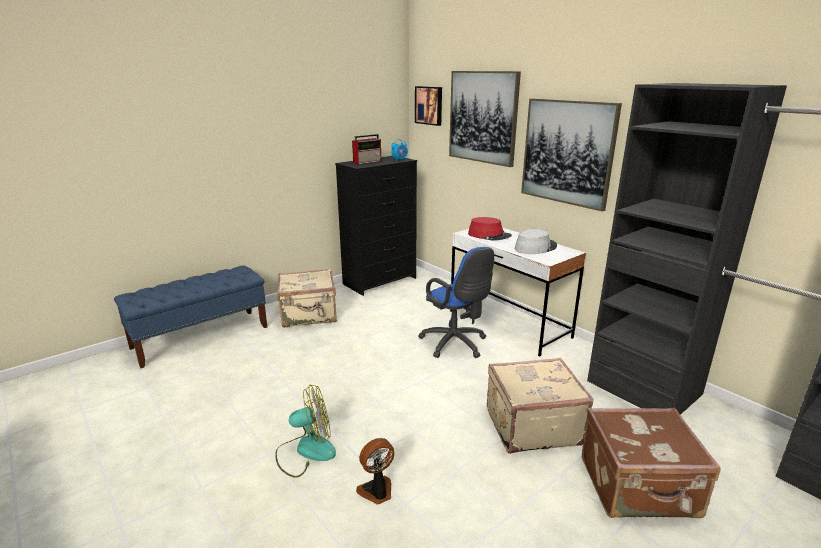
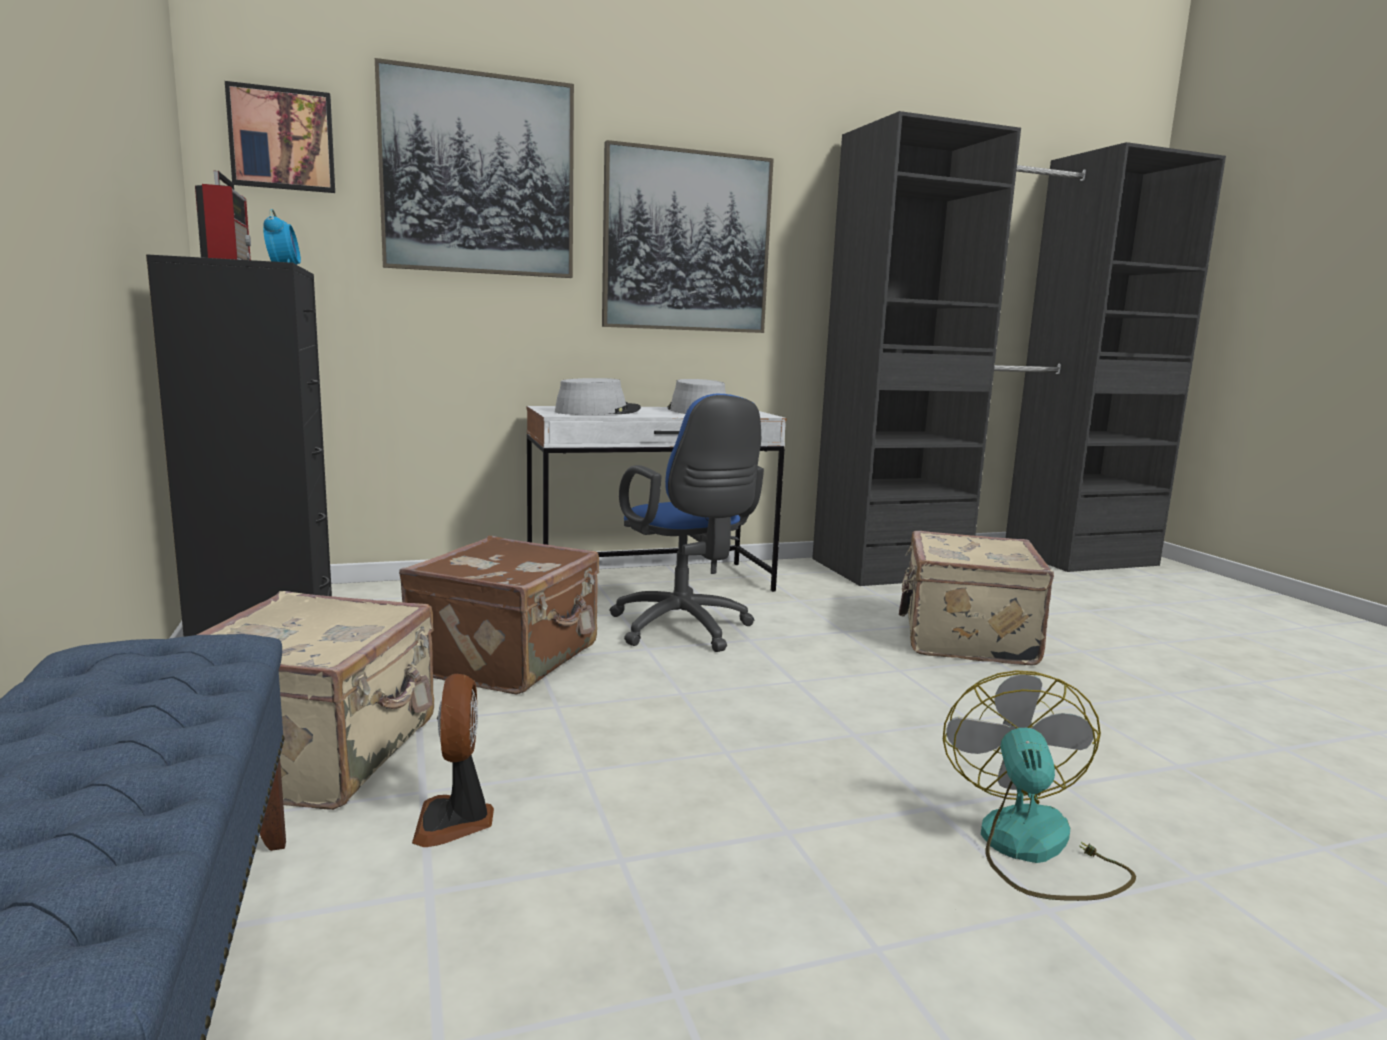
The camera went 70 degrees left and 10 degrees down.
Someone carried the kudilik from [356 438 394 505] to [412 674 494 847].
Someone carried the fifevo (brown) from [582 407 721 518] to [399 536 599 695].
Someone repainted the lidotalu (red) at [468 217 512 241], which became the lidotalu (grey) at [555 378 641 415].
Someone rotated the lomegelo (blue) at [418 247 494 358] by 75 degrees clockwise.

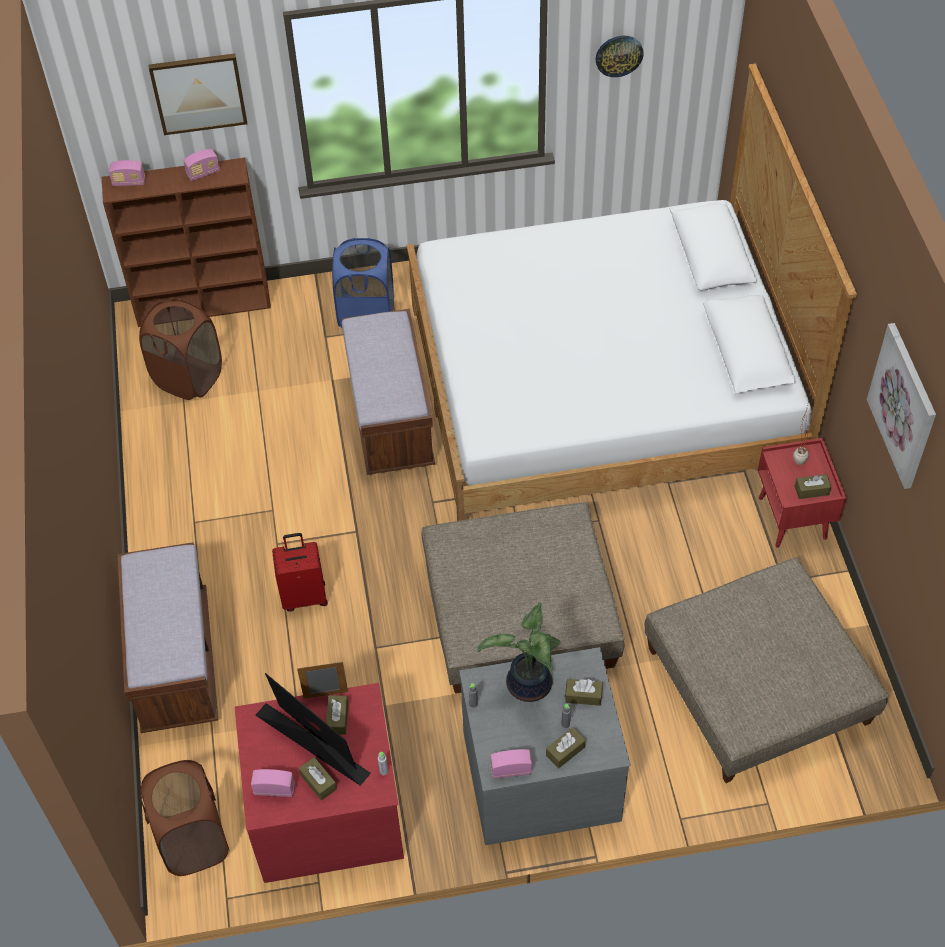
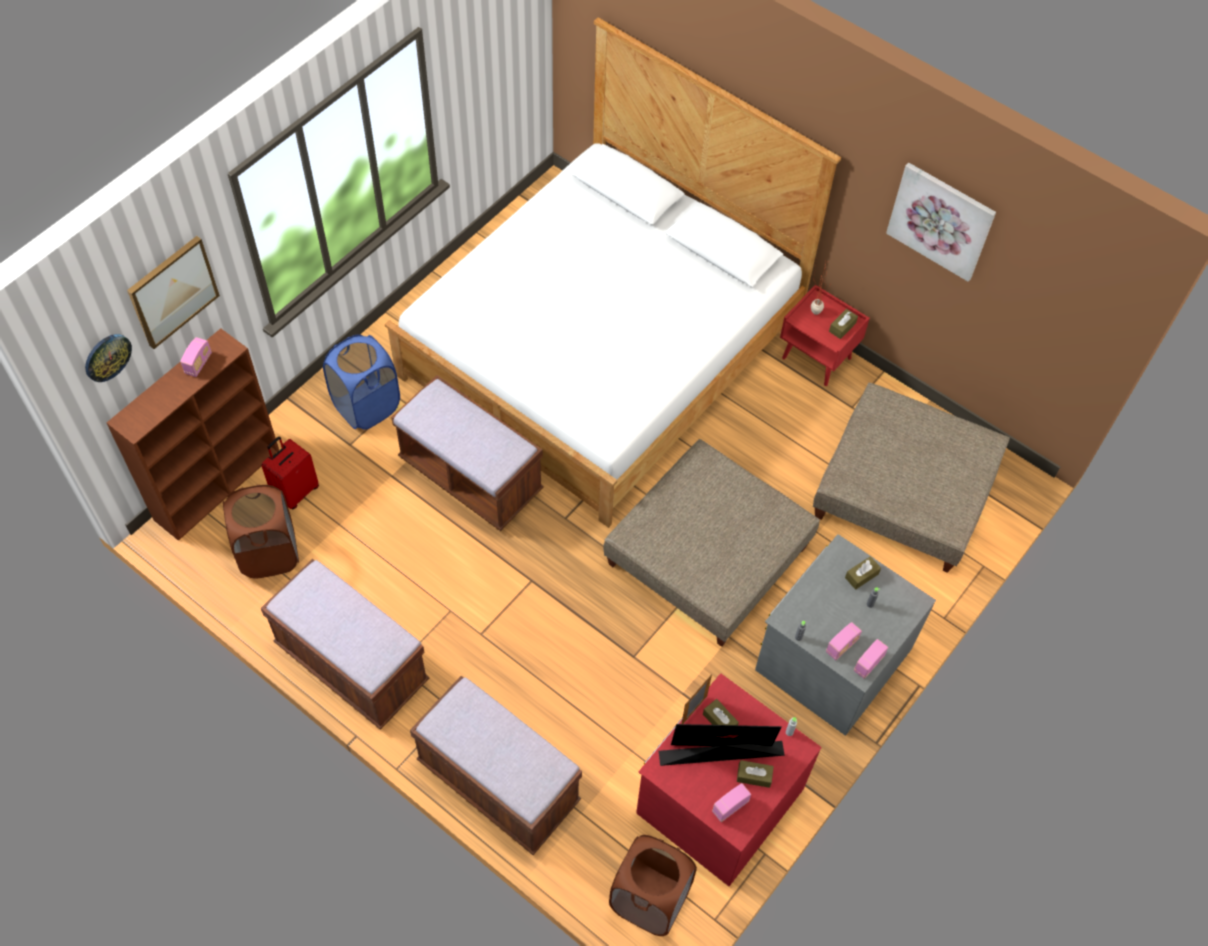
The camera went 45 degrees left and 5 degrees up.
Someone took away the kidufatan at [477 602 560 702].
Someone took away the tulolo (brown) at [546 727 586 768].
Someone put down the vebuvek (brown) at [261 559 429 730].
Someone carried the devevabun from [109 160 145 186] to [826 622 862 660].
Someone carried the fifevo (red) from [272 533 328 611] to [261 436 319 509].
Someone carried the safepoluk from [596 36 644 77] to [85 334 132 382].

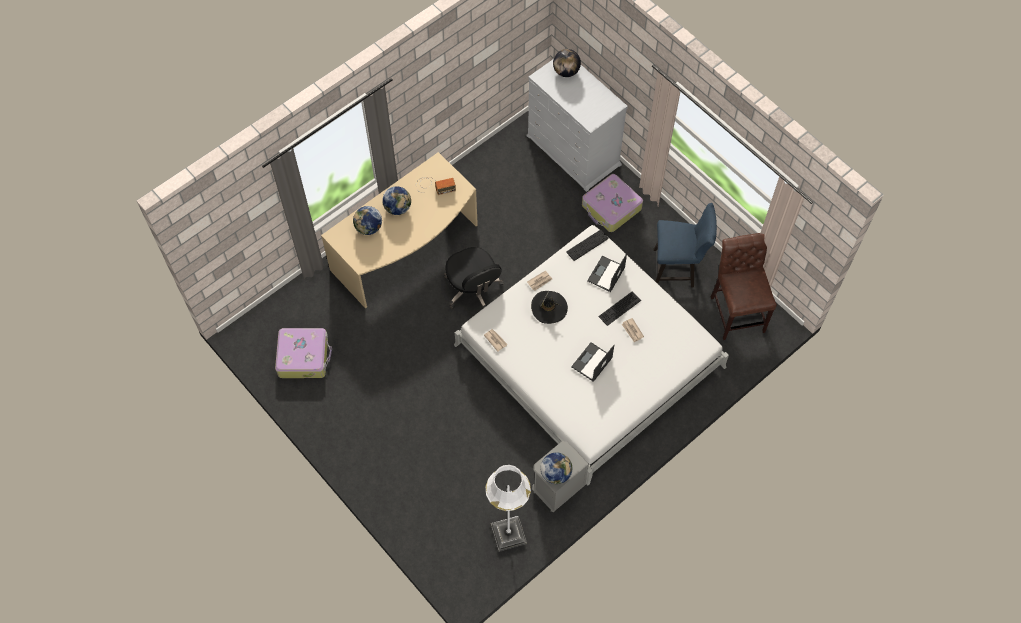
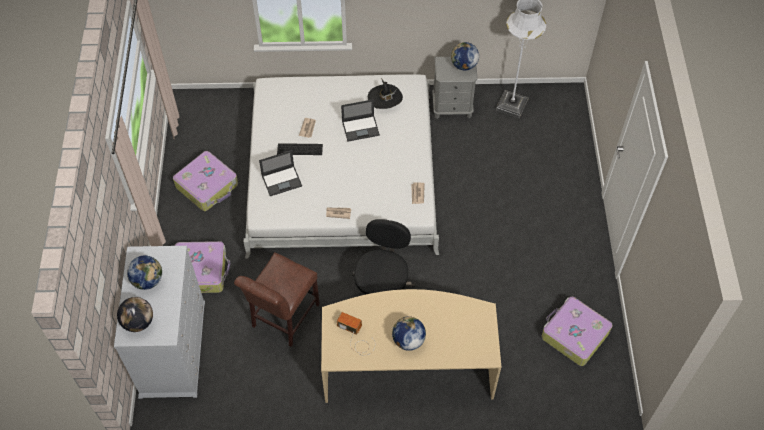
The camera went 140 degrees left and 5 degrees down.
Someone took away the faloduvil at [566 230 609 261].
Someone carried the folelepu from [353 206 382 235] to [127 256 162 290].
Someone carried the lidotalu (black) from [531 291 568 324] to [368 79 403 109].
Someone carried the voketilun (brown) from [711 233 777 340] to [234 252 320 347].
Someone swapped the voketilun (blue) at [654 203 717 287] for the fifevo at [173 151 238 211].

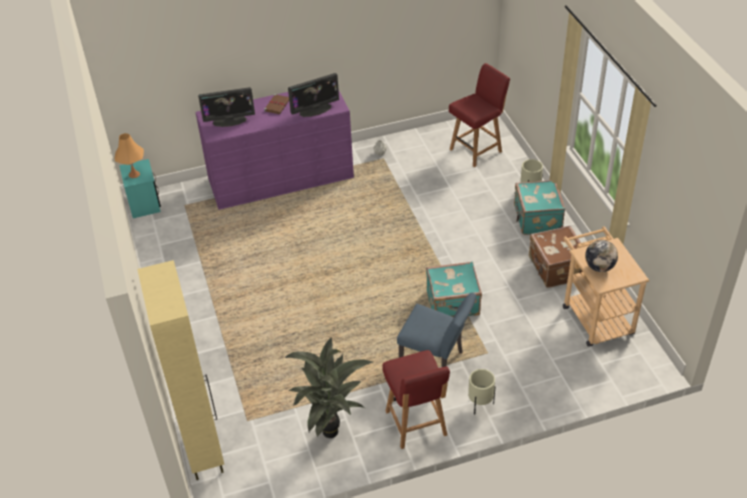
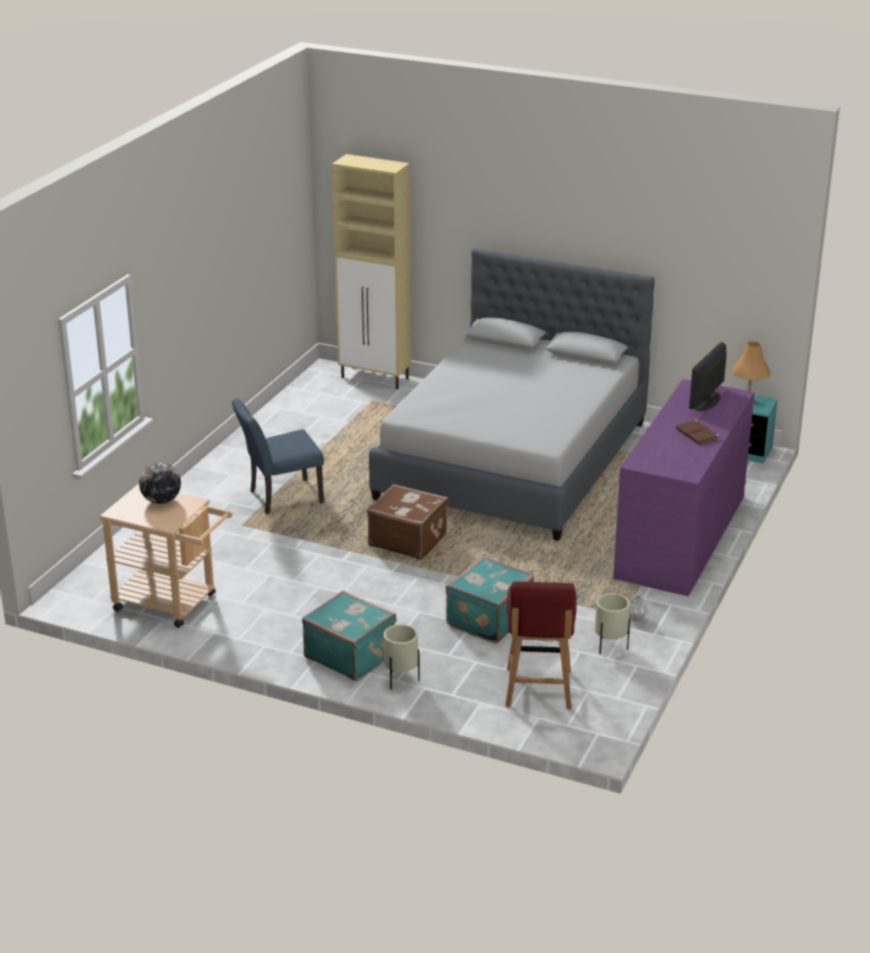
The camera went 130 degrees right and 15 degrees down.
Someone took away the kidufatan at [285 337 373 438].
Someone took away the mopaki at [288 73 339 117].
Someone took away the voketilun (red) at [382 350 450 449].
Someone put down the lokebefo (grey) at [369 248 655 541].
Someone carried the fifevo (turquoise) from [426 261 482 317] to [446 556 534 643].
Someone carried the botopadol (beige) from [468 369 495 415] to [595 593 630 654].
Someone carried the fifevo (brown) from [529 226 583 288] to [367 484 448 560].

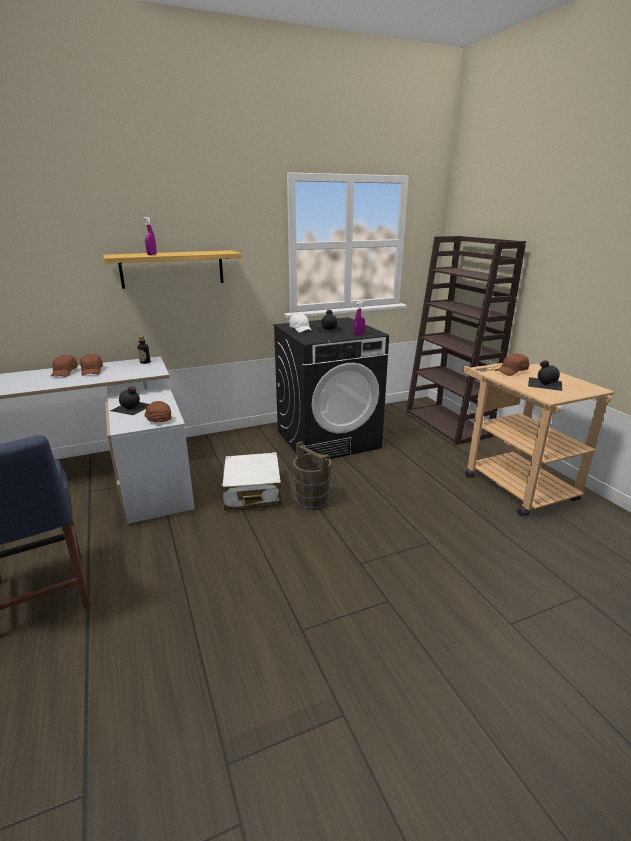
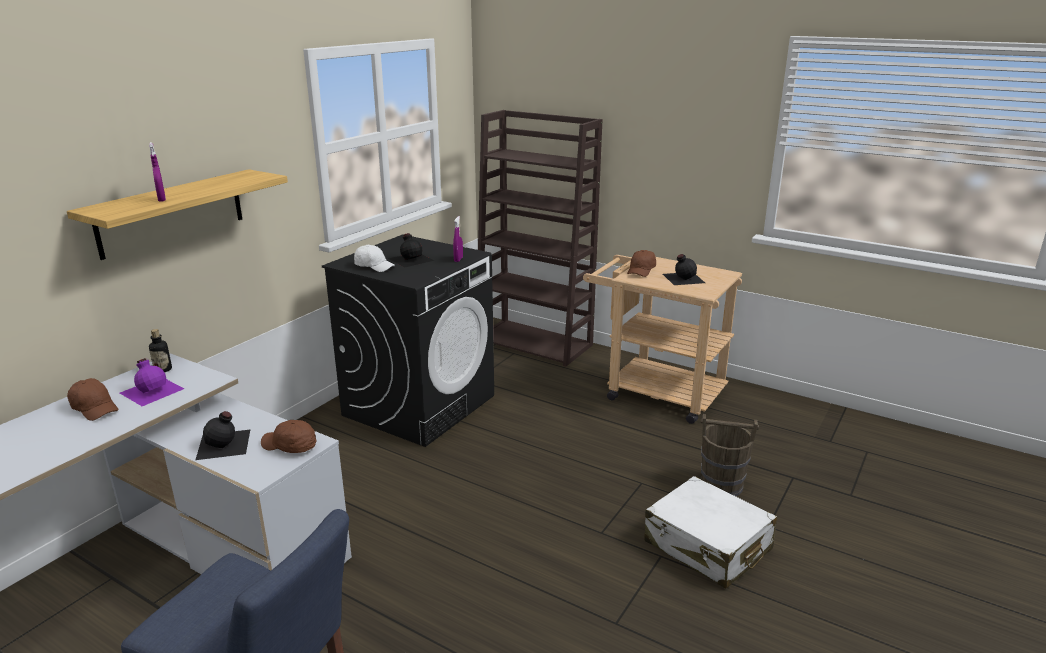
The camera went 35 degrees left and 0 degrees up.
Someone took away the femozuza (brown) at [50 355 78 377].
Someone put down the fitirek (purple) at [120 358 184 406].
Someone carried the fifevo (white) from [222 452 282 510] to [645 476 777 589].
Someone carried the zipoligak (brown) from [293 441 331 510] to [700 414 759 496].

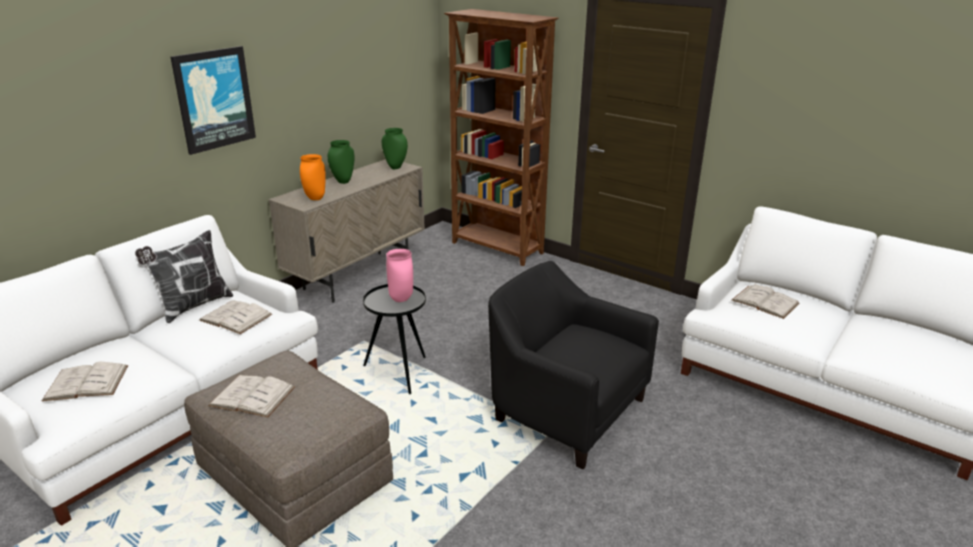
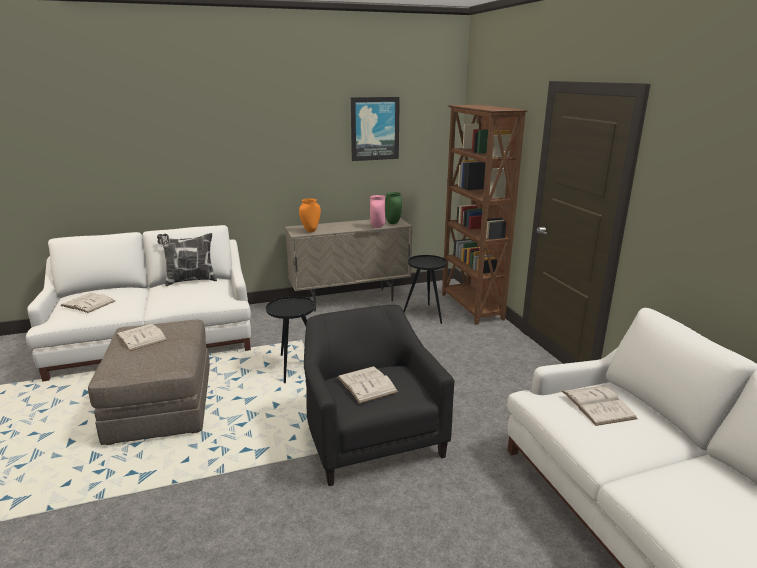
The camera went 35 degrees right and 5 degrees down.
Someone took away the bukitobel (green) at [328 140 355 184].
Someone put down the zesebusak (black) at [403 255 447 324].
Someone carried the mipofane from [171 46 256 155] to [351 97 400 161].
Someone carried the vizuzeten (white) from [199 300 272 334] to [338 366 398 404].
Someone carried the bukitobel (pink) from [386 249 413 302] to [370 195 385 228].

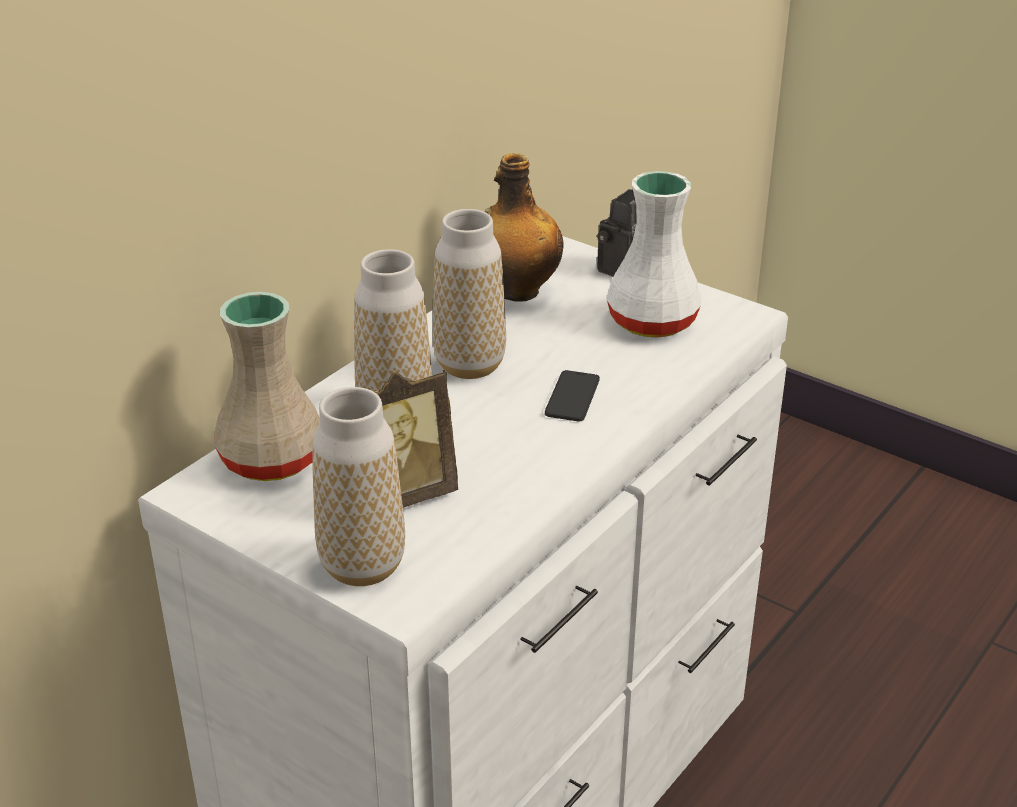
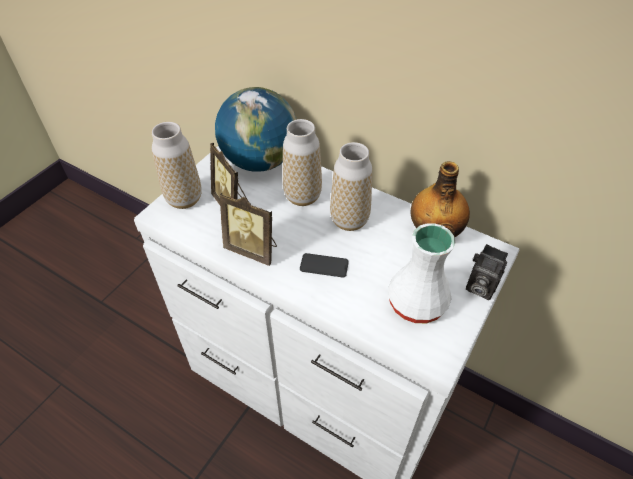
The camera went 85 degrees right and 15 degrees up.
Someone put down the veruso at [220 193 277 266].
Someone swapped the bukitobel (beige) at [214 292 320 481] for the folelepu at [215 87 297 172].

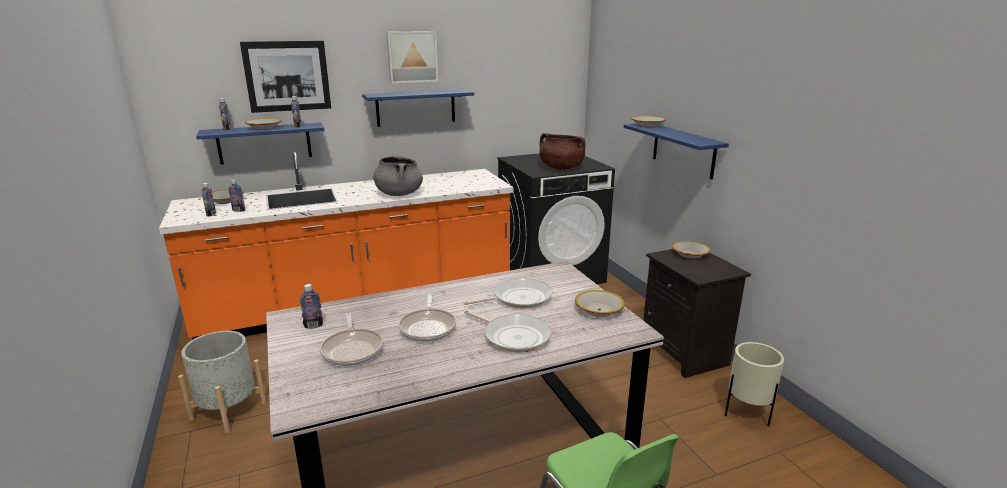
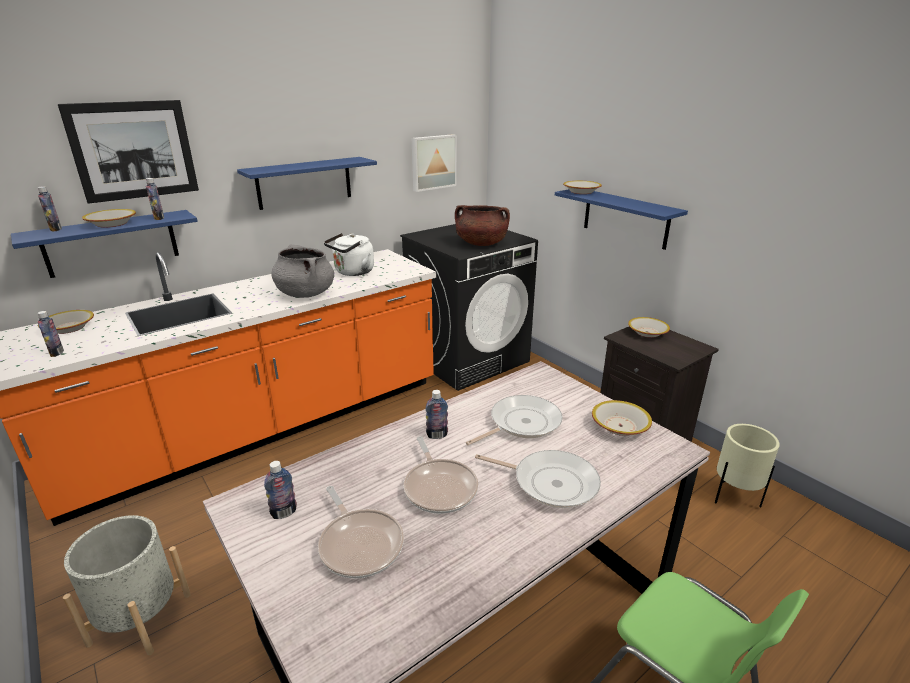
The camera went 15 degrees left and 5 degrees up.
Someone put down the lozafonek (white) at [324 233 374 276].
Someone carried the fitirek from [229 179 245 212] to [425 390 448 439].
Someone carried the mipofane from [386 31 438 83] to [412 134 457 192].

